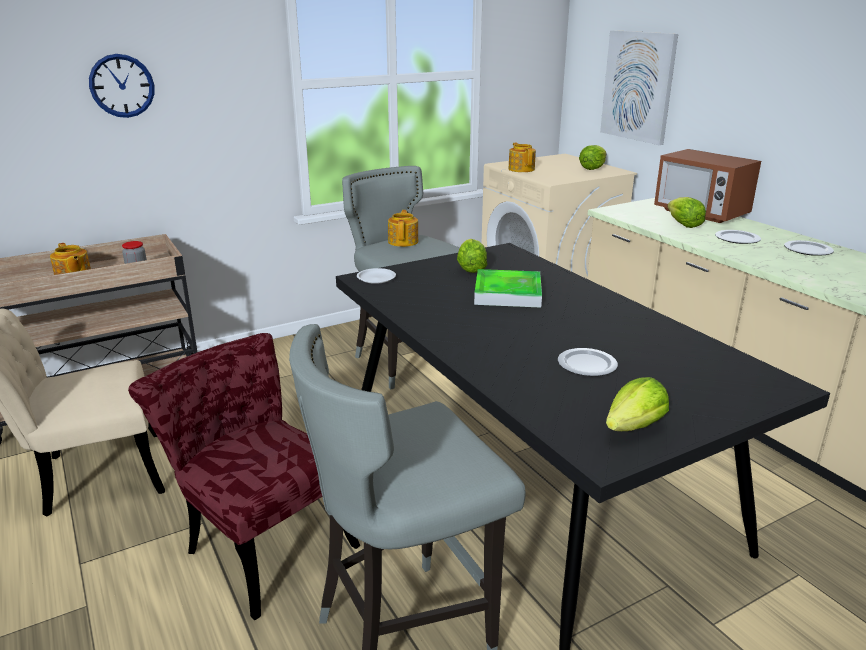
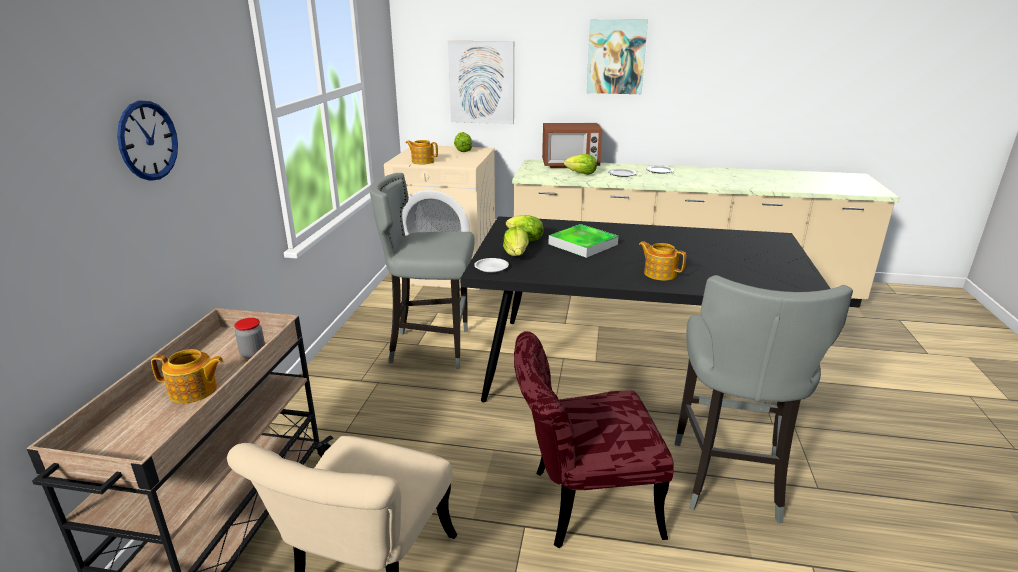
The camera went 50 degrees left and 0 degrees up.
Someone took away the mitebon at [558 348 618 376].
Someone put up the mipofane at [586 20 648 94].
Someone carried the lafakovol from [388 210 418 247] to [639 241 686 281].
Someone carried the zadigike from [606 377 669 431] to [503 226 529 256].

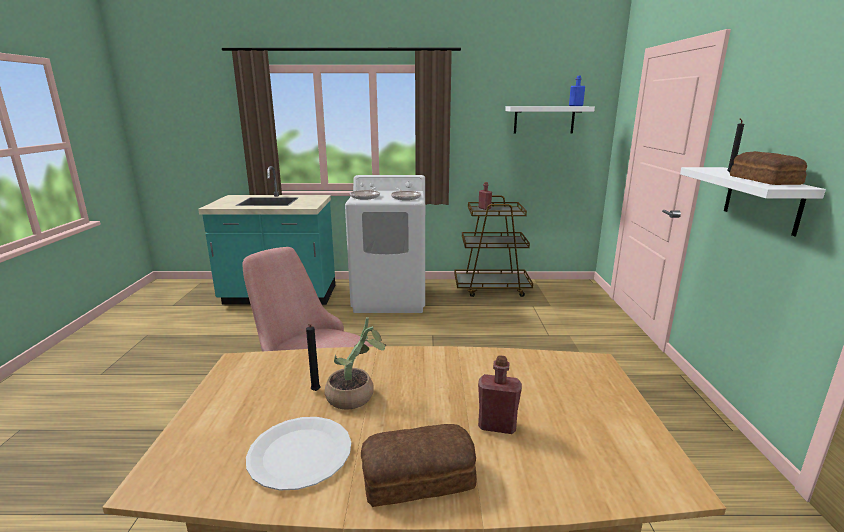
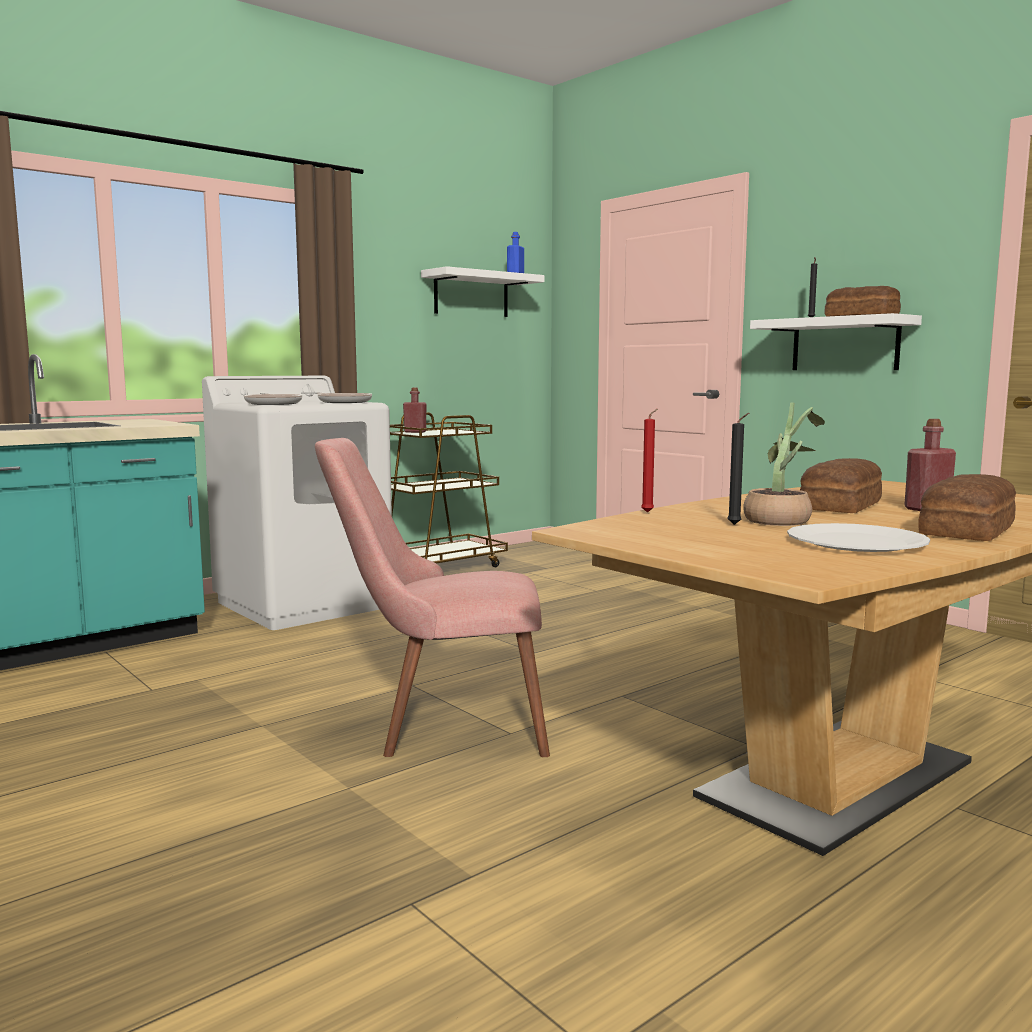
The camera went 40 degrees left and 10 degrees down.
Someone put down the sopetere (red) at [641 409 658 513].
Someone put down the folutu at [800 458 882 513].

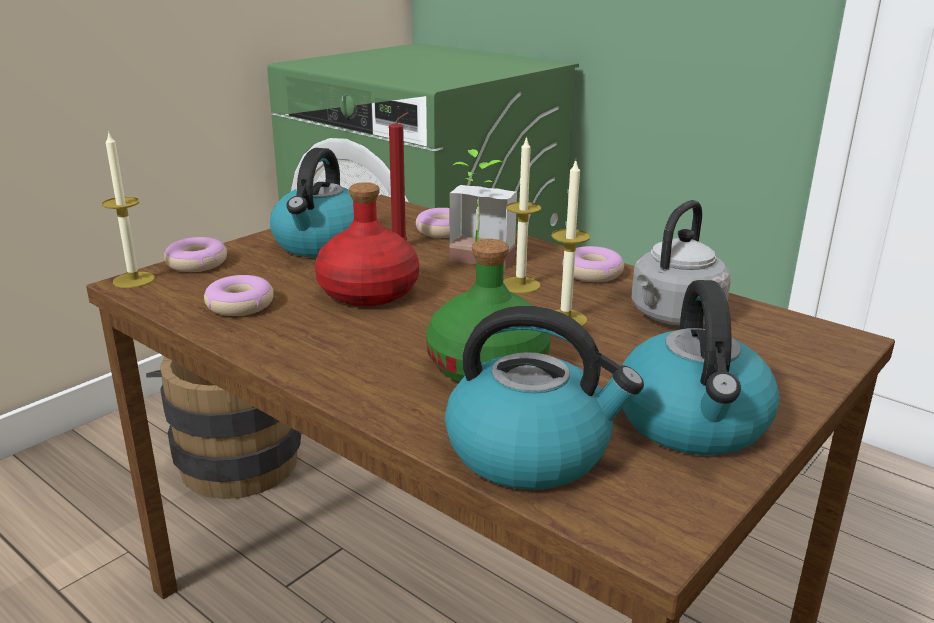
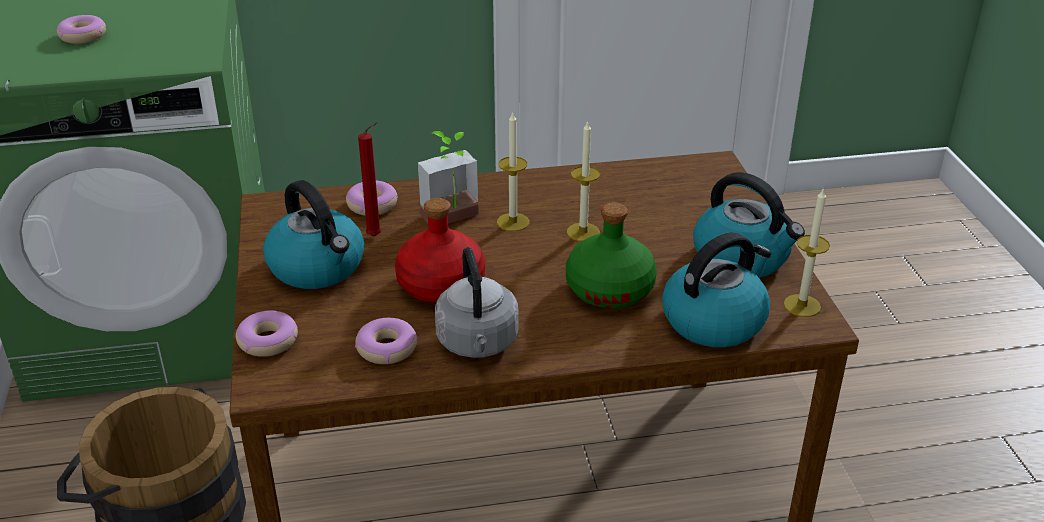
The camera went 50 degrees left and 10 degrees up.
Someone carried the sopetere from [102 131 155 288] to [783 187 830 317].
Someone carried the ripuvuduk from [562 246 624 282] to [57 15 106 44].
Someone carried the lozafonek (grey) from [632 200 731 325] to [435 247 519 358].

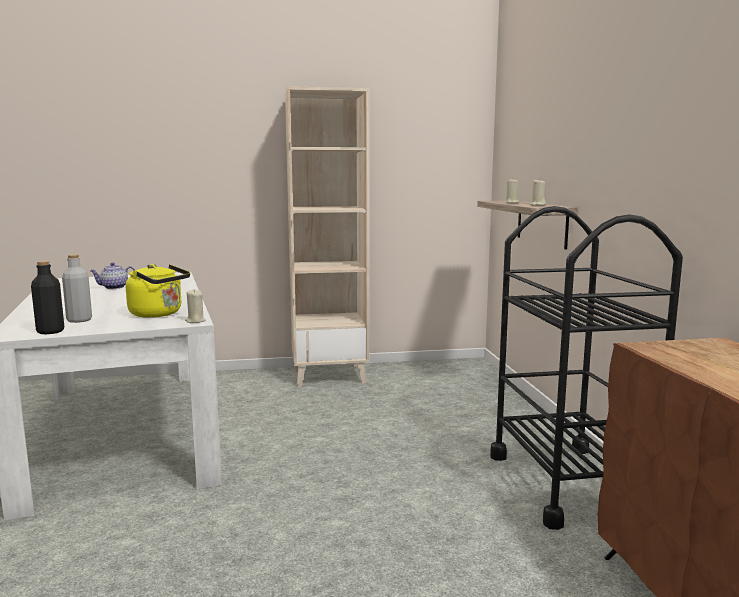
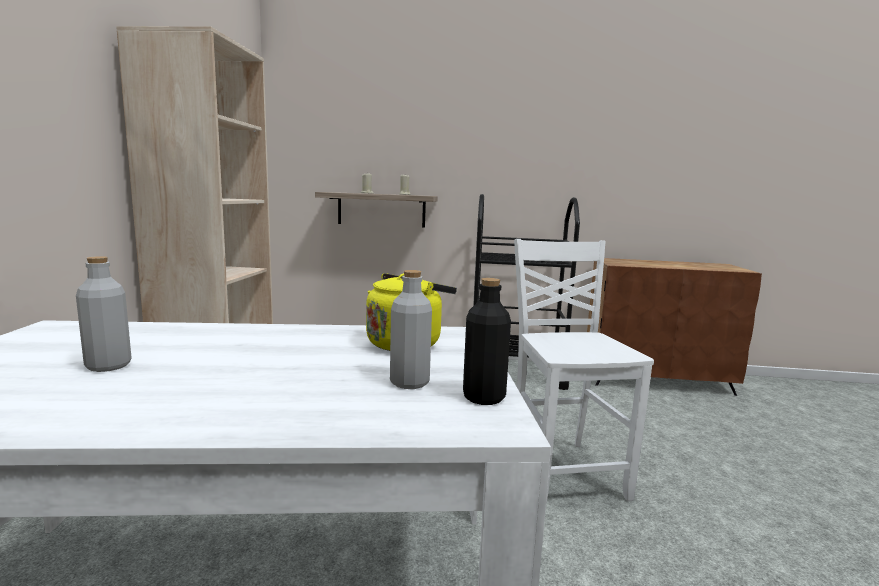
The camera went 75 degrees left and 0 degrees up.
Someone took away the sopetere (beige) at [185 290 206 323].
Someone put down the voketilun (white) at [514 239 654 503].
Someone swapped the lafakovol at [90 262 135 289] for the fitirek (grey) at [76 256 132 372].

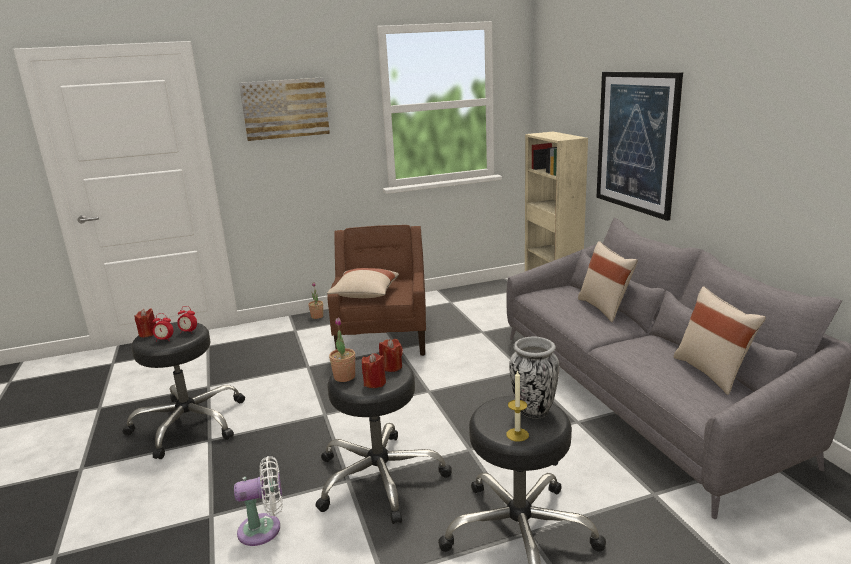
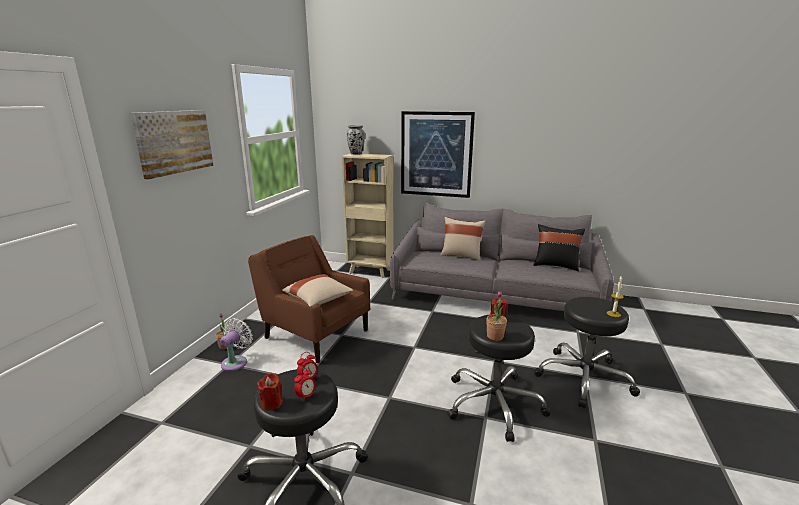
The camera went 55 degrees left and 0 degrees up.
Someone took away the sopetere (red) at [362 353 386 388].
Someone carried the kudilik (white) from [234 456 283 546] to [220 318 253 371].
Someone carried the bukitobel from [509 336 559 419] to [347 125 365 155].
Someone repainted the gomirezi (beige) at [673 286 766 395], which became the gomirezi (black) at [533 224 585 271].

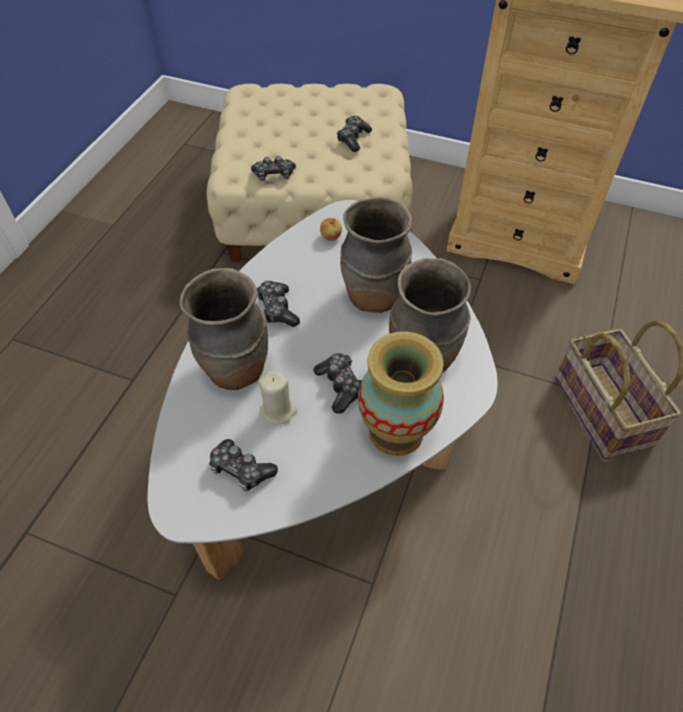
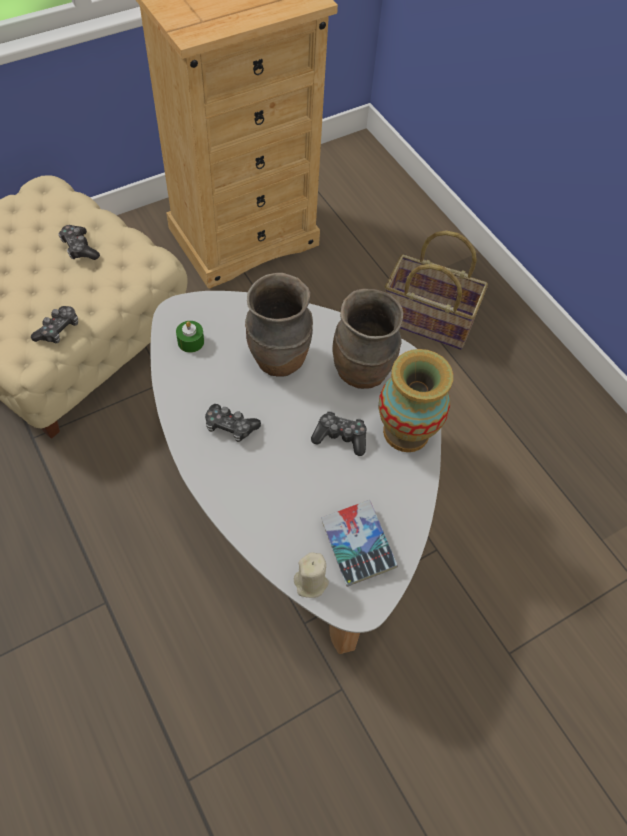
The camera went 55 degrees left and 5 degrees up.
Someone took away the bukitobel (brown) at [180 268 268 390].
Someone carried the sopetere (beige) from [258 371 297 424] to [294 552 329 598].
Someone swapped the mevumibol at [209 439 278 491] for the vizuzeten at [321 500 398 587].
Someone swapped the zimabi at [320 218 342 241] for the sopetere (green) at [176 321 204 353].

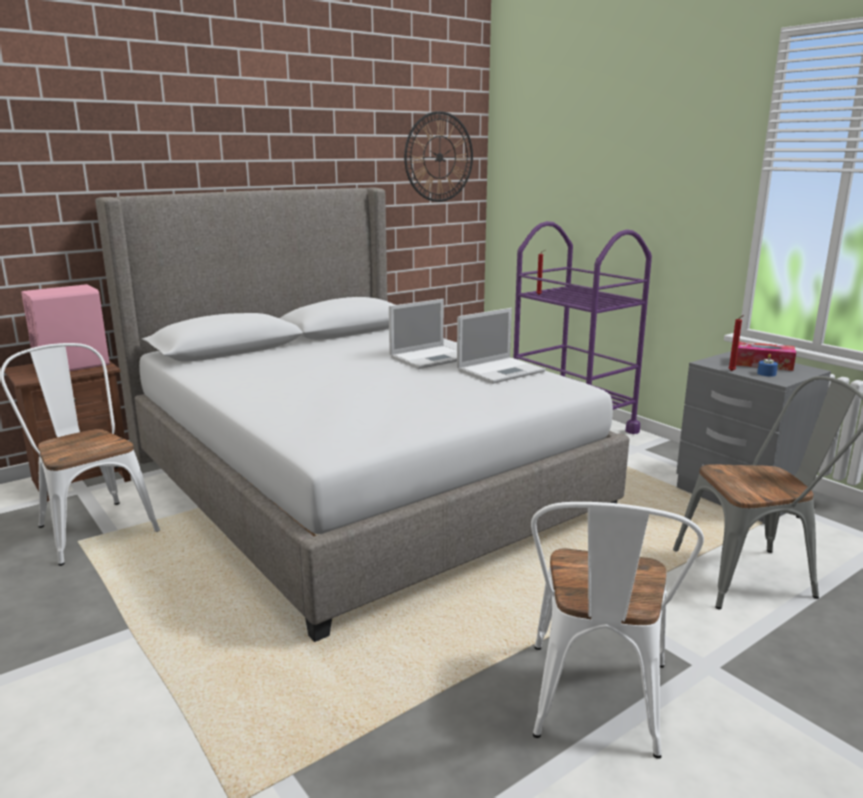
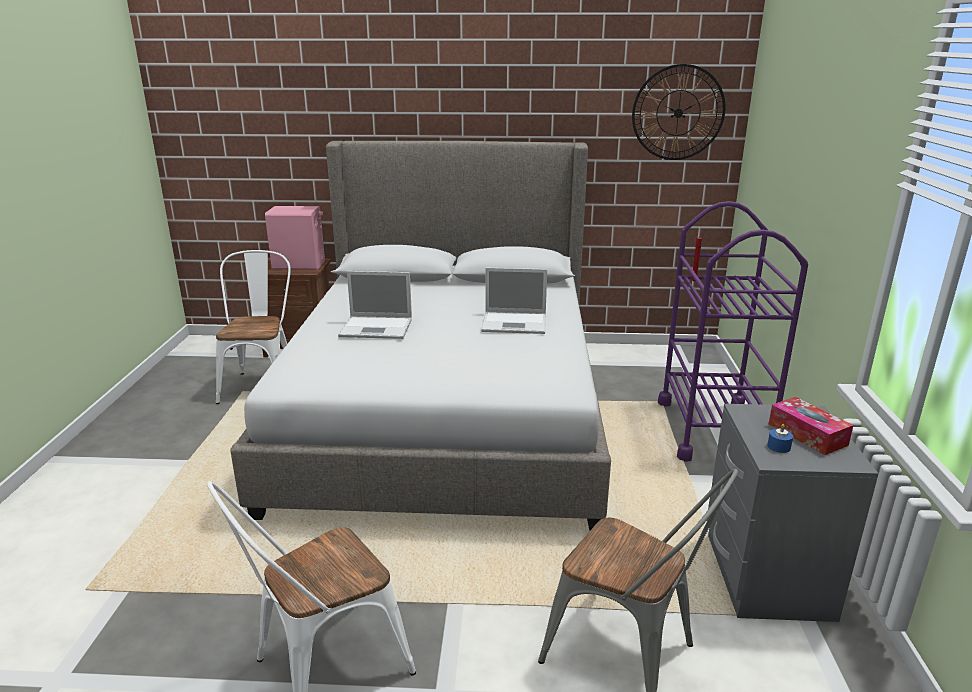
The camera went 40 degrees right and 5 degrees up.
Someone took away the sopetere (red) at [729 315 744 371].
Someone carried the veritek from [457 308 545 384] to [338 271 412 339].

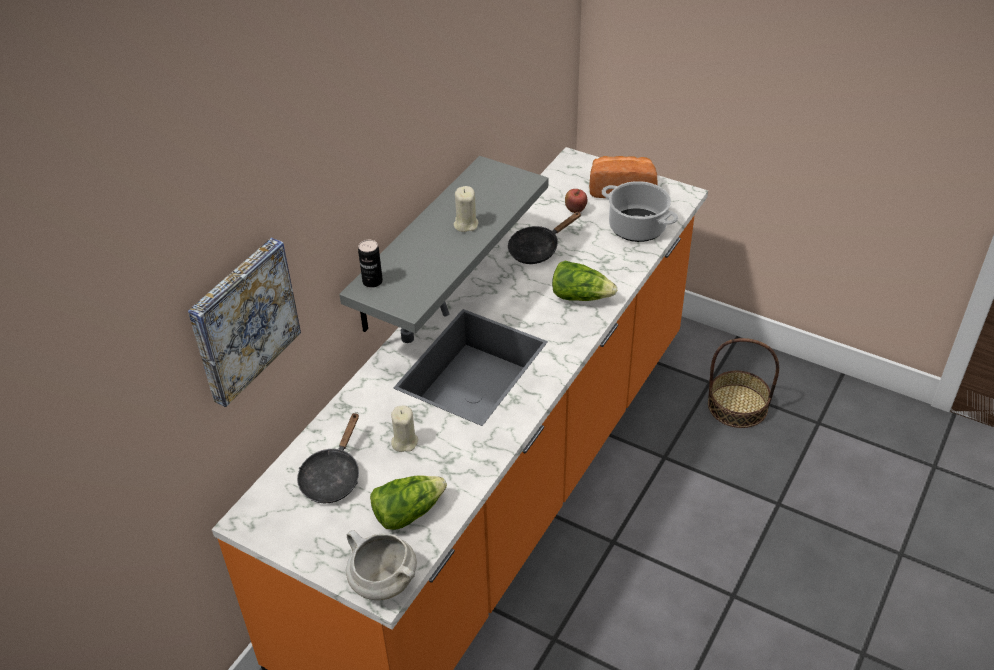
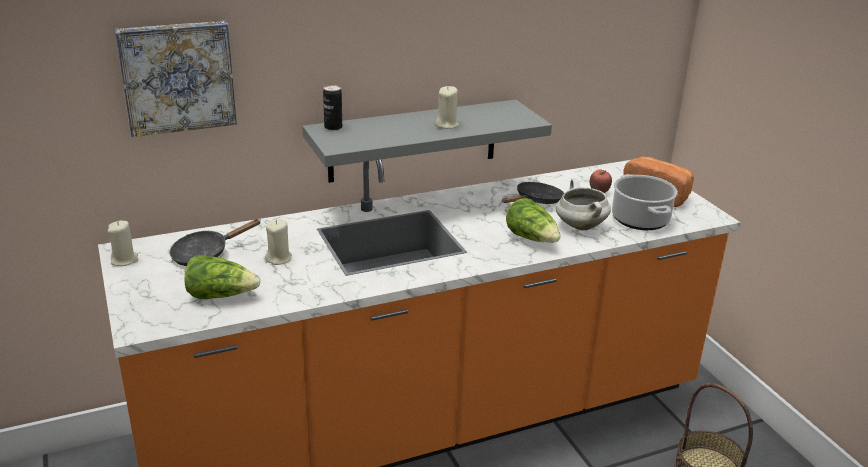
The camera went 35 degrees right and 15 degrees down.
Someone put down the sopetere (beige) at [108 221 139 266].
Someone carried the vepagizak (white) from [346 530 417 600] to [556 179 611 230].
Someone rotated the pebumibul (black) at [508 212 581 264] by 135 degrees clockwise.

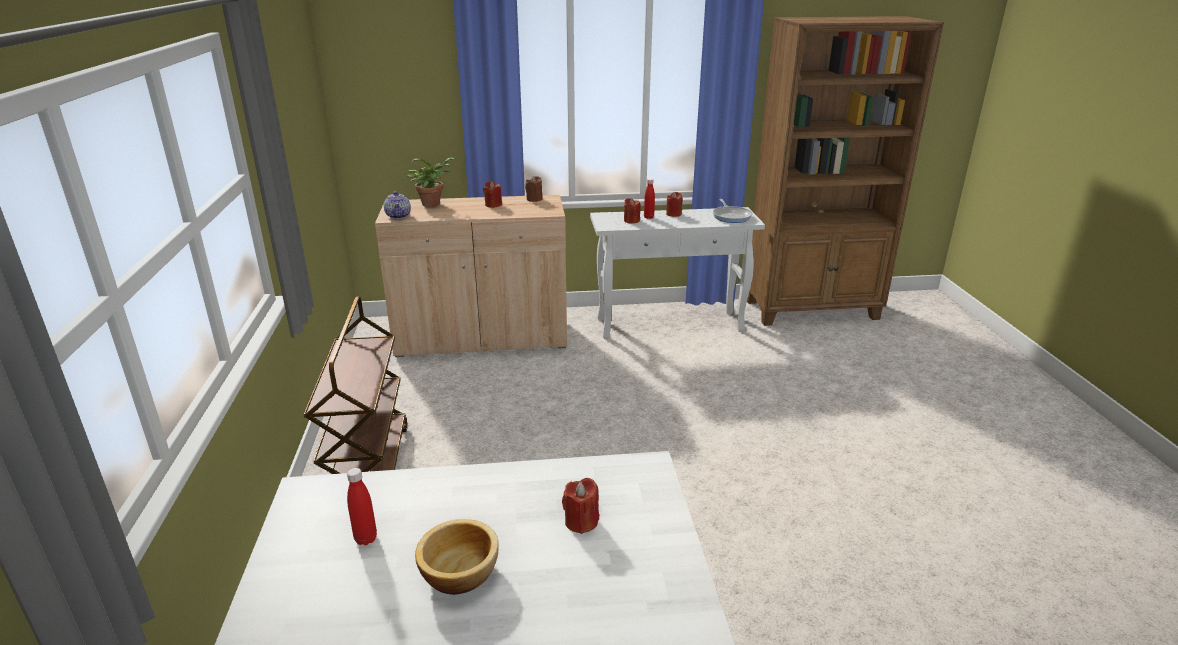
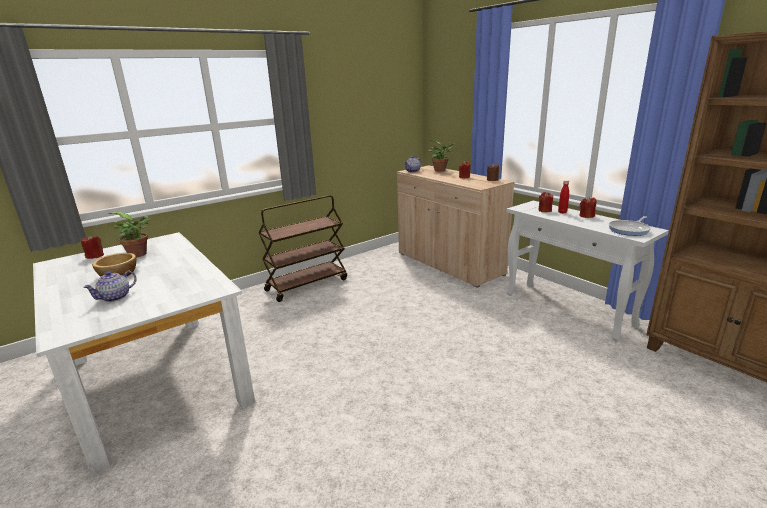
The camera went 60 degrees right and 5 degrees down.
Someone put down the lafakovol at [83 270 137 302].
Someone carried the sopetere (red) from [562 478 599 534] to [81 235 104 259].
Someone swapped the fitirek (red) at [347 468 377 545] for the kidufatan at [109 212 151 257].

